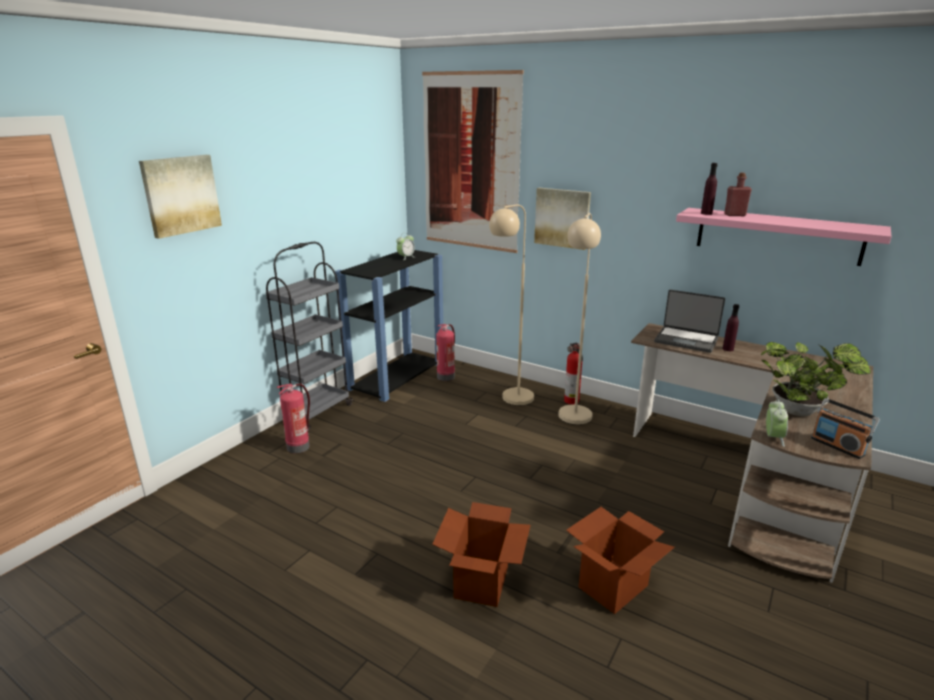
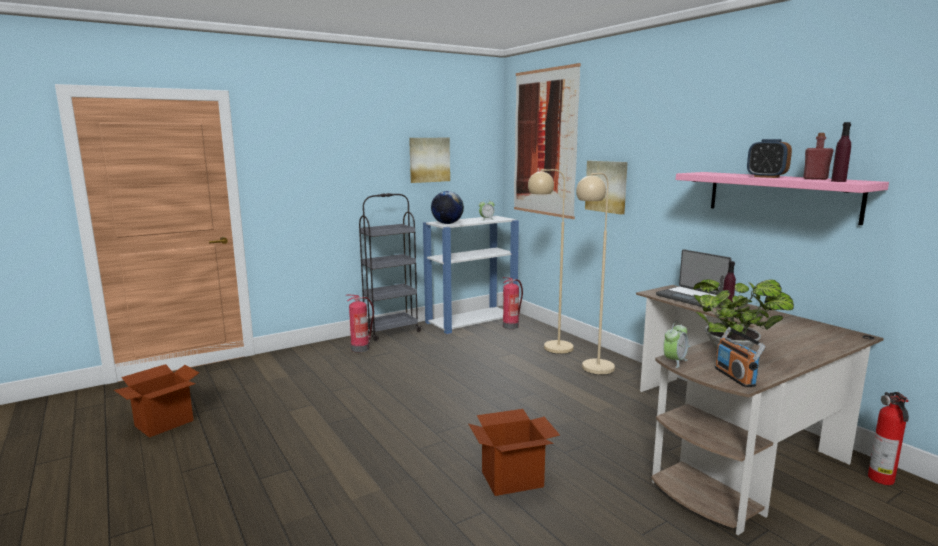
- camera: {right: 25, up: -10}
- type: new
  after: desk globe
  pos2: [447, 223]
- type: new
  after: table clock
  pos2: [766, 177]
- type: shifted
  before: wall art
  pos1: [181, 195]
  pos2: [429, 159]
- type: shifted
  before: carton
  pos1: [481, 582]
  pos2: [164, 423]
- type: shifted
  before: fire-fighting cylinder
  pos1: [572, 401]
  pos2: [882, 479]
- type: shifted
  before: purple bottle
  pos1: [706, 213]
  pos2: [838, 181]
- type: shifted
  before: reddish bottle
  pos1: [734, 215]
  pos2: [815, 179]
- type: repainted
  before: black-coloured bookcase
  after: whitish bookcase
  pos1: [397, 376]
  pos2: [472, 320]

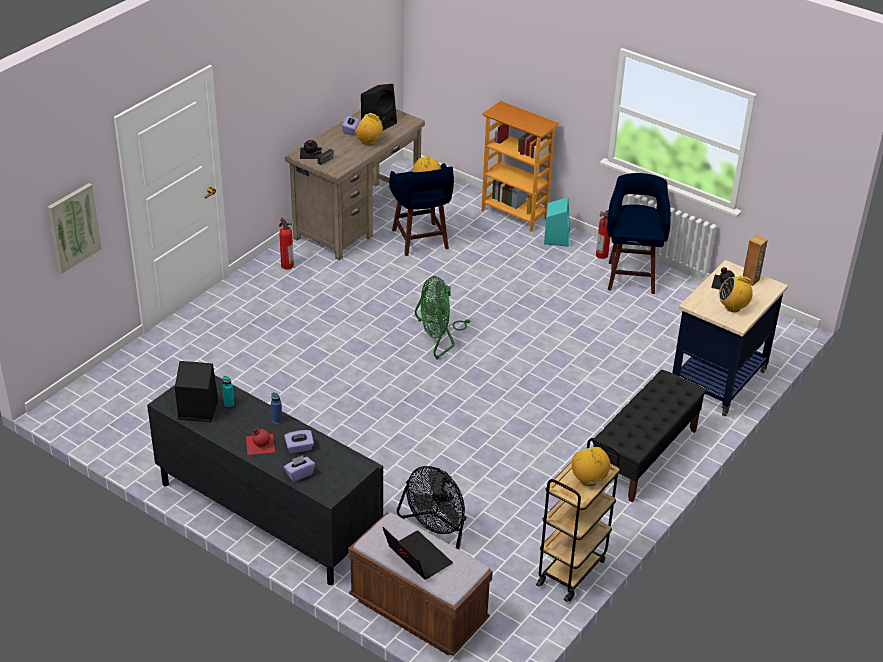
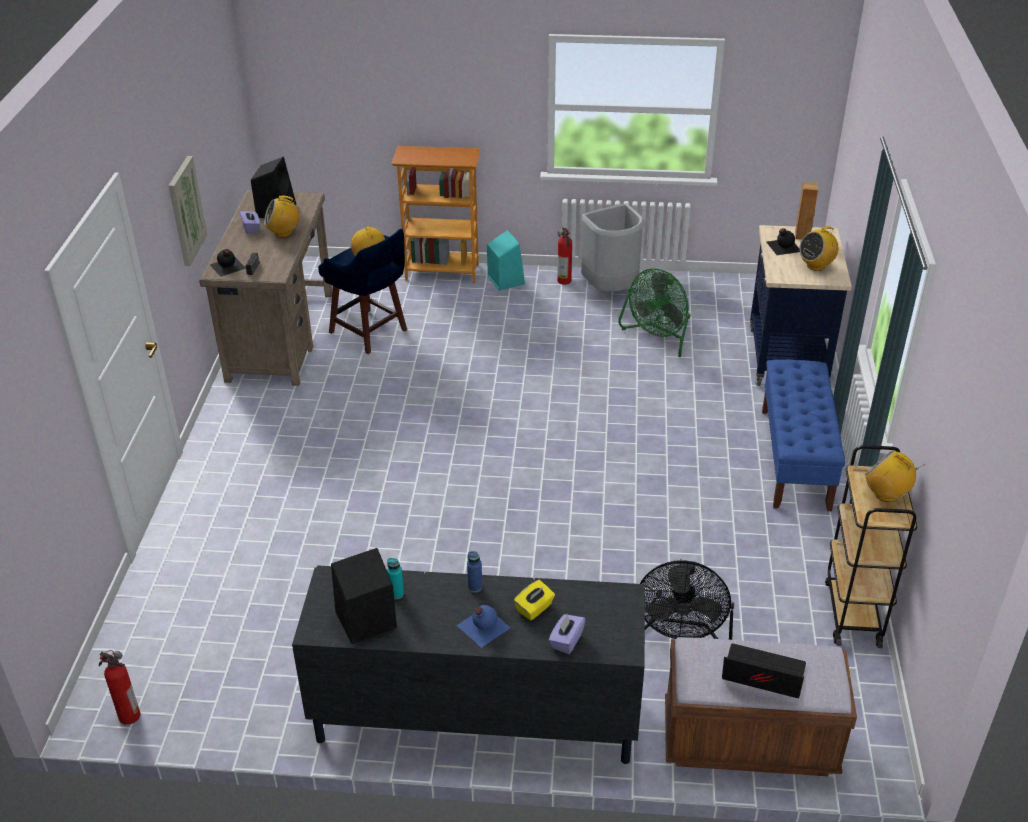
- camera: {right: -30, up: 0}
- type: shifted
  before: wall art
  pos1: [73, 227]
  pos2: [186, 211]
- type: shifted
  before: fire-fighting cylinder
  pos1: [287, 265]
  pos2: [128, 715]
- type: shifted
  before: green-coloured cooling fan
  pos1: [439, 335]
  pos2: [657, 335]
- type: swapped
  before: bluish stool seat
  after: grey waste bin
  pos1: [631, 276]
  pos2: [611, 290]
- type: repainted
  before: reddish bottle
  after: bluish bottle
  pos1: [259, 443]
  pos2: [482, 626]
- type: repainted
  before: purple tissue box
  after: yellow-coloured tissue box
  pos1: [299, 448]
  pos2: [534, 608]
- type: repainted
  before: black-coloured indoor bench
  after: bluish indoor bench
  pos1: [644, 456]
  pos2: [795, 459]

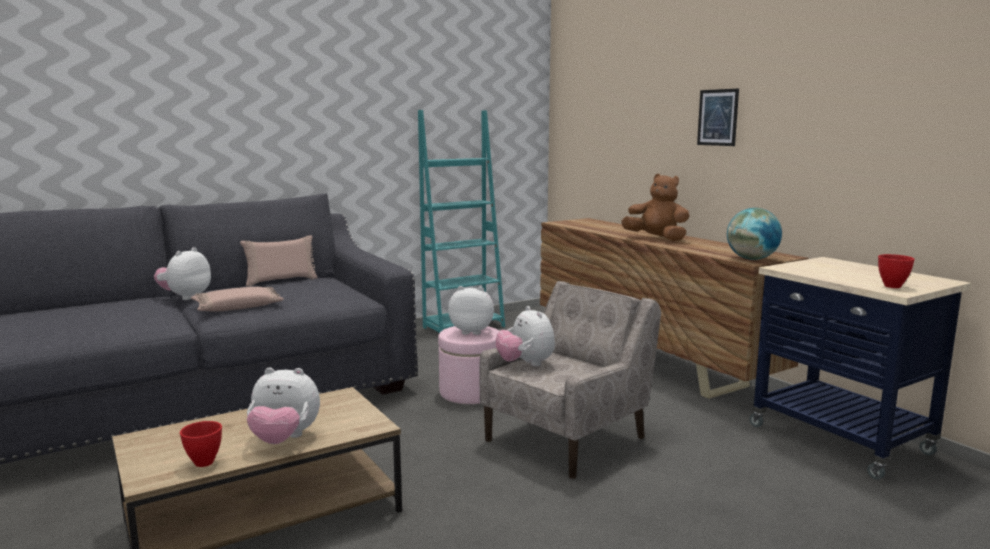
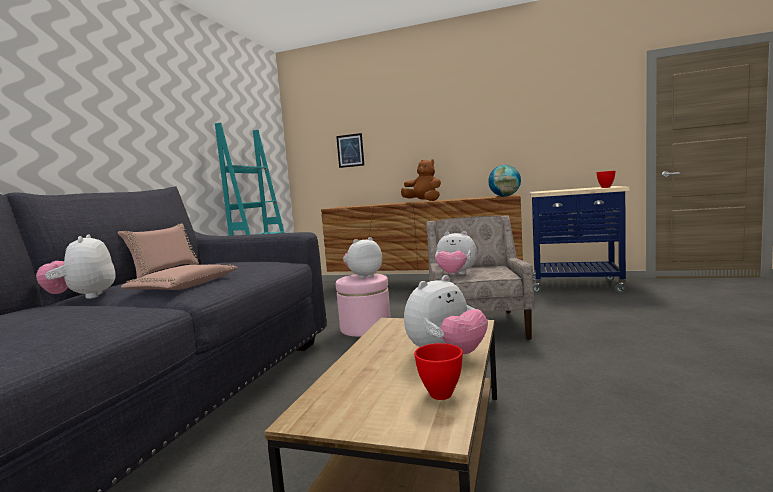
- camera: {right: -40, up: -5}
- type: shifted
  before: wall art
  pos1: [717, 117]
  pos2: [350, 150]
- type: rotated
  before: brownish cuddly toy
  pos1: [657, 239]
  pos2: [423, 201]
  turn: 45

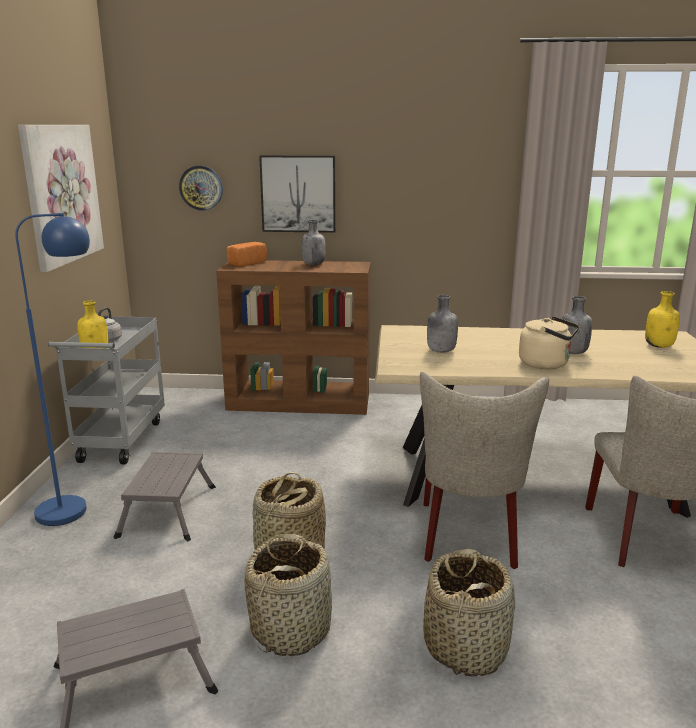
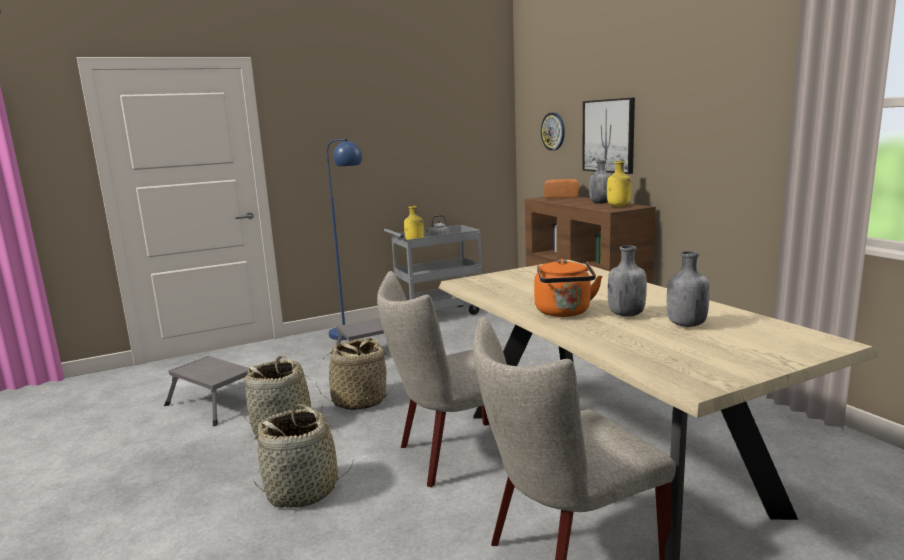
- camera: {right: 60, up: -5}
- type: gone
  before: wall art
  pos1: [62, 194]
- type: shifted
  before: grey bottle
  pos1: [440, 351]
  pos2: [685, 324]
- type: shifted
  before: yellow-coloured bottle
  pos1: [659, 346]
  pos2: [618, 206]
- type: repainted
  before: beige tea kettle
  after: orangey tea kettle
  pos1: [547, 364]
  pos2: [564, 313]

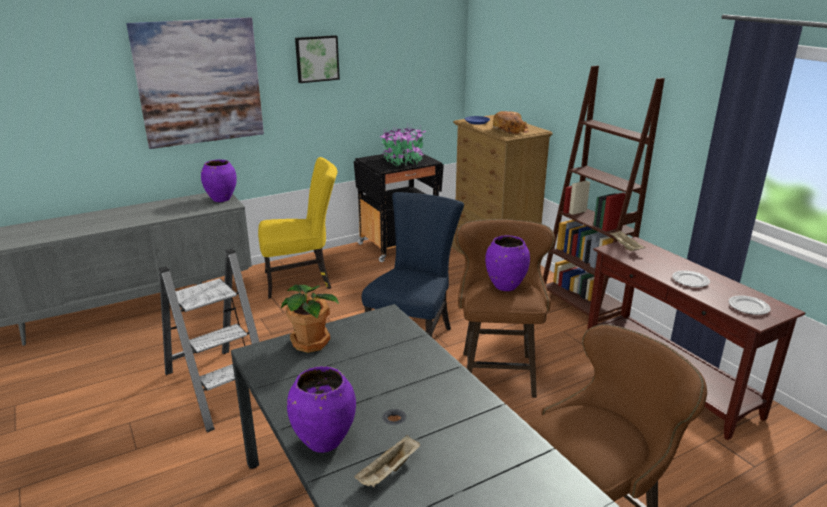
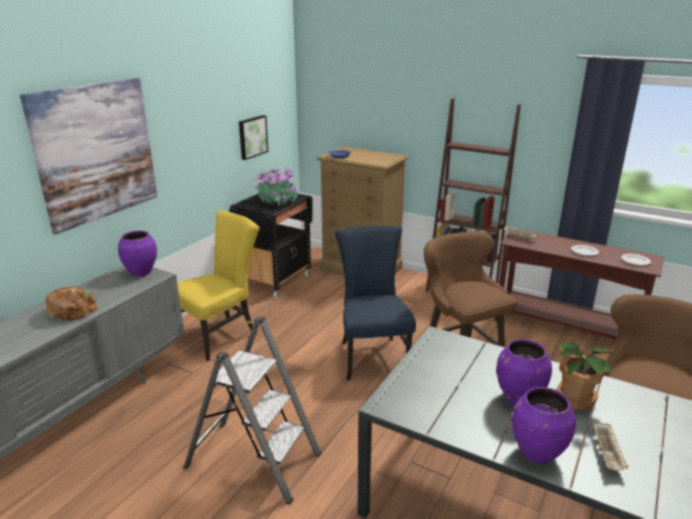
- camera: {right: -30, up: 0}
- type: shifted
  before: plant in a pot
  pos1: [311, 342]
  pos2: [575, 398]
- type: shifted
  before: wall art
  pos1: [316, 58]
  pos2: [252, 137]
- type: shifted
  before: purple decorative vase
  pos1: [505, 286]
  pos2: [518, 398]
- type: shifted
  before: bread
  pos1: [511, 130]
  pos2: [73, 310]

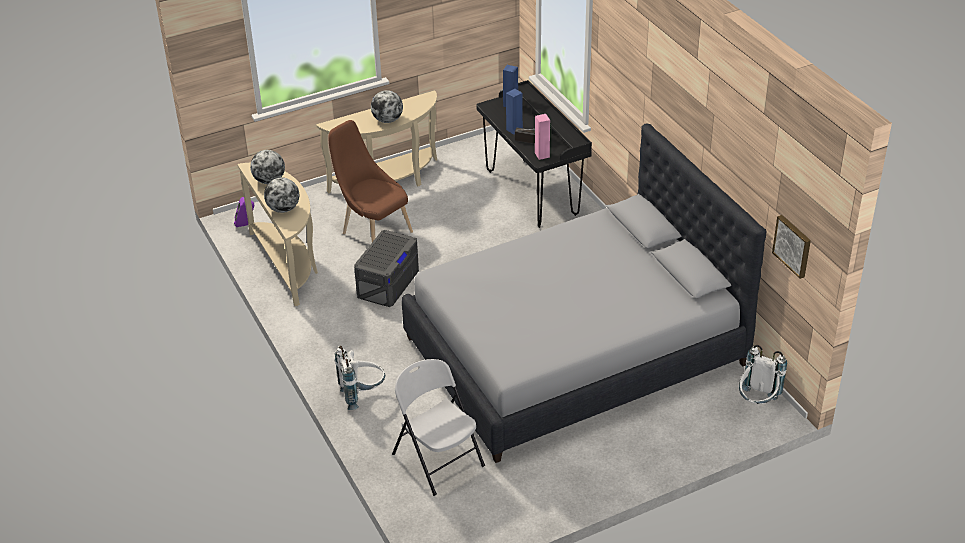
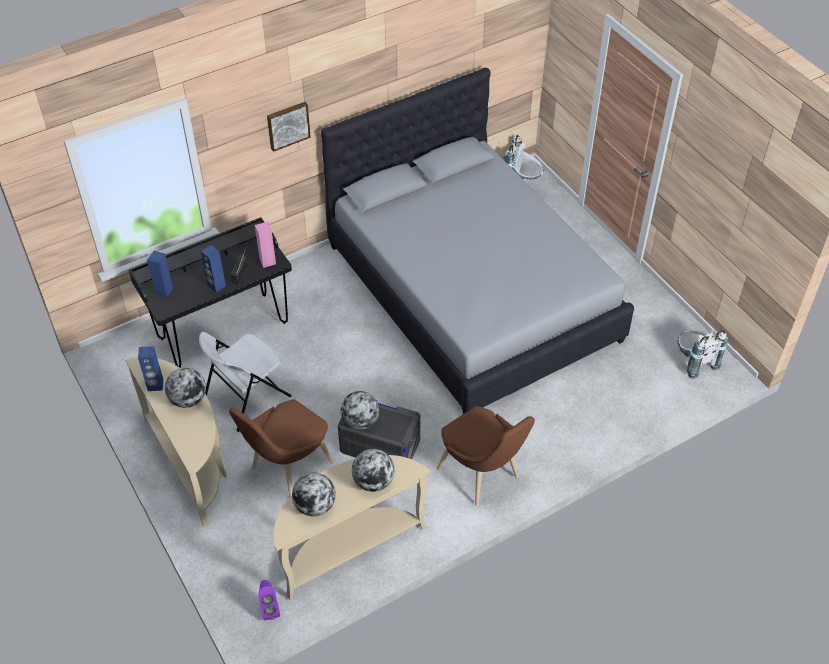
- camera: {right: -95, up: 10}
- type: new
  after: bluish speaker
  pos2: [155, 385]
- type: new
  after: desk globe
  pos2: [360, 421]
- type: new
  after: brownish chair
  pos2: [482, 476]
- type: shifted
  before: whitish knapsack
  pos1: [362, 394]
  pos2: [694, 362]
- type: shifted
  before: whitish chair
  pos1: [438, 459]
  pos2: [247, 396]
- type: shifted
  before: wall art
  pos1: [793, 245]
  pos2: [287, 125]

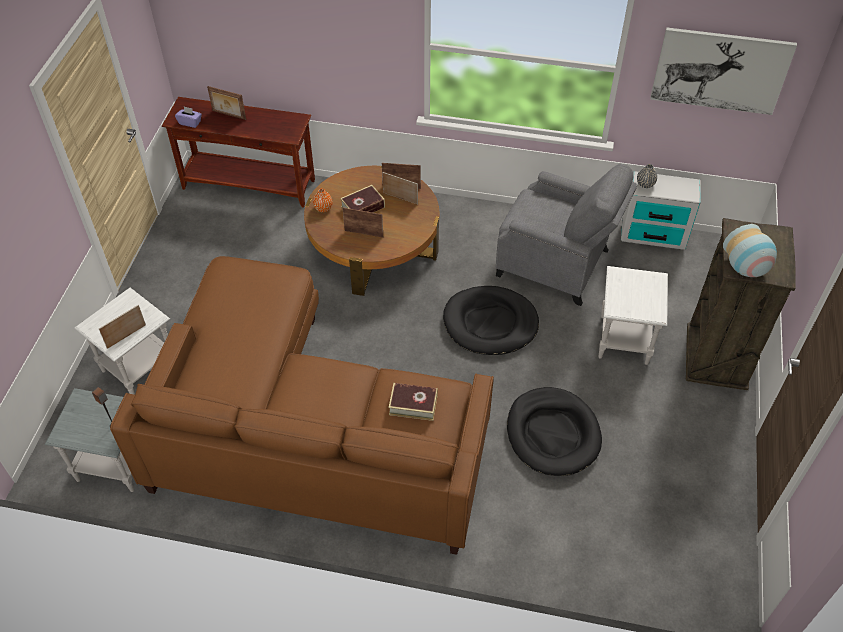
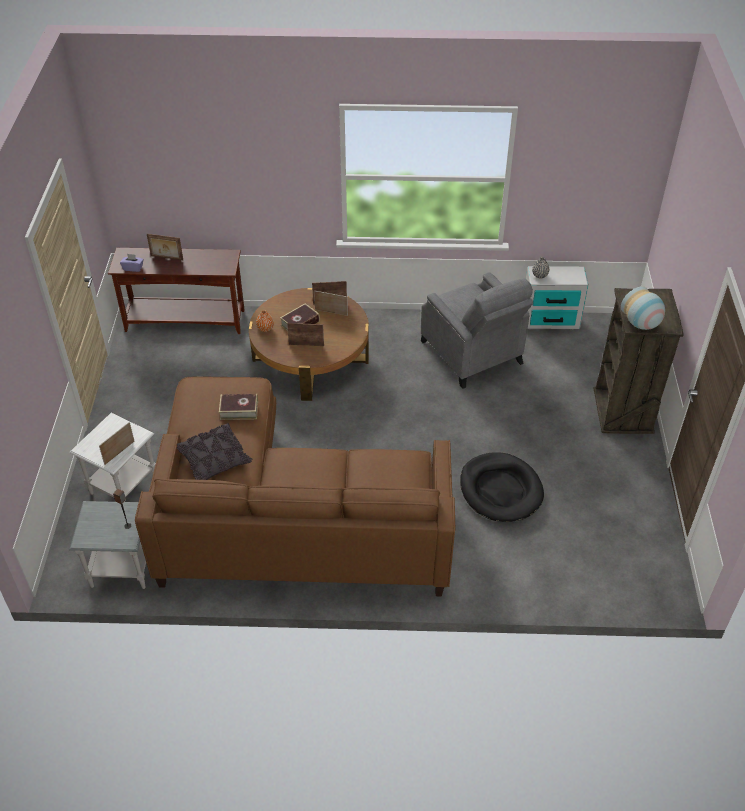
- camera: {right: -10, up: -5}
- type: gone
  before: black-coloured pet bed
  pos1: [490, 323]
- type: gone
  before: whitish end table
  pos1: [624, 340]
- type: gone
  before: wall art
  pos1: [720, 70]
- type: new
  after: black-coloured pillow
  pos2: [214, 459]
- type: shifted
  before: bound book
  pos1: [413, 405]
  pos2: [239, 410]
- type: rotated
  before: grey easy chair
  pos1: [556, 264]
  pos2: [473, 354]
  turn: 45

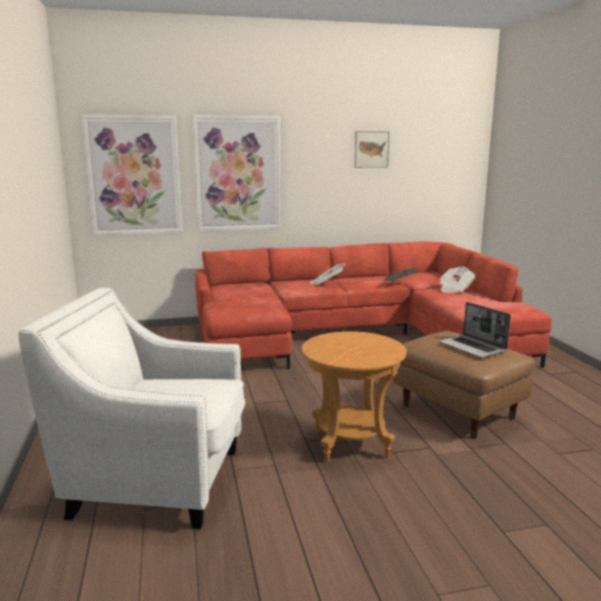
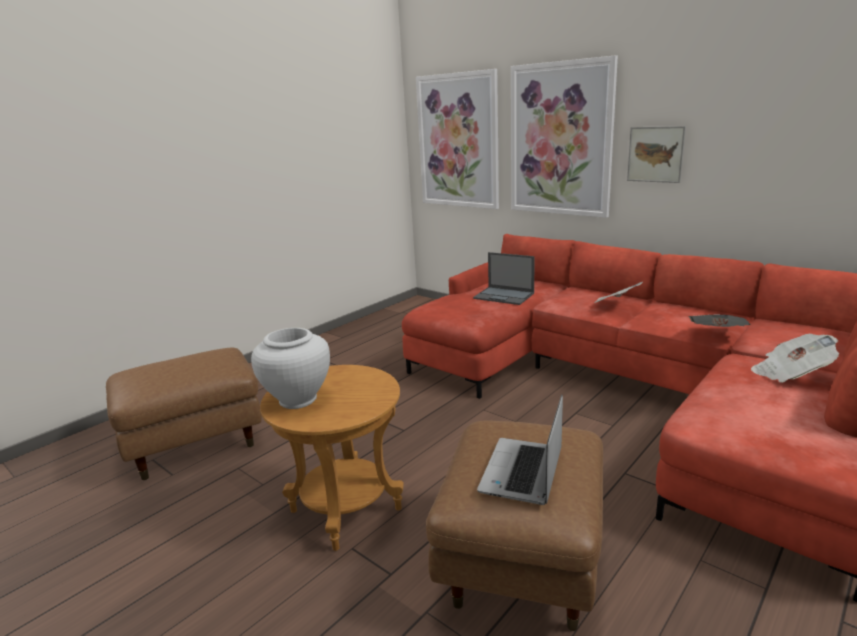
- camera: {right: 55, up: 5}
- type: new
  after: whitish decorative vase
  pos2: [298, 399]
- type: new
  after: laptop
  pos2: [504, 296]
- type: shifted
  before: wall art
  pos1: [371, 149]
  pos2: [655, 154]
- type: swapped
  before: whitish easy chair
  after: brownish pouffe
  pos1: [156, 481]
  pos2: [196, 443]

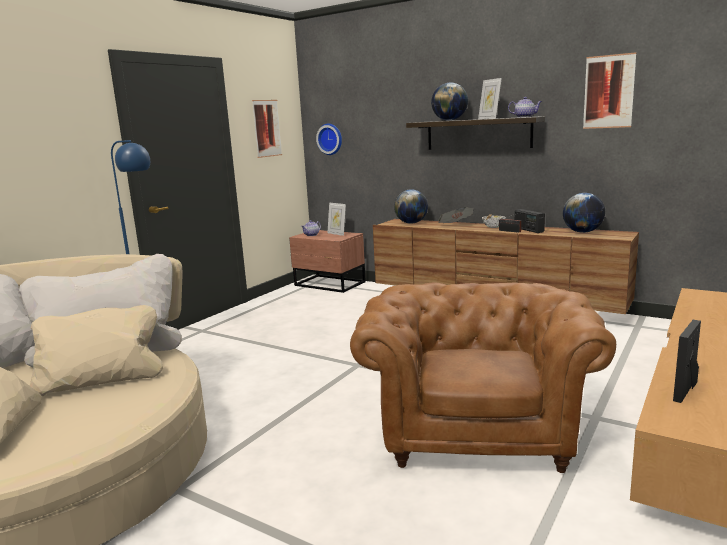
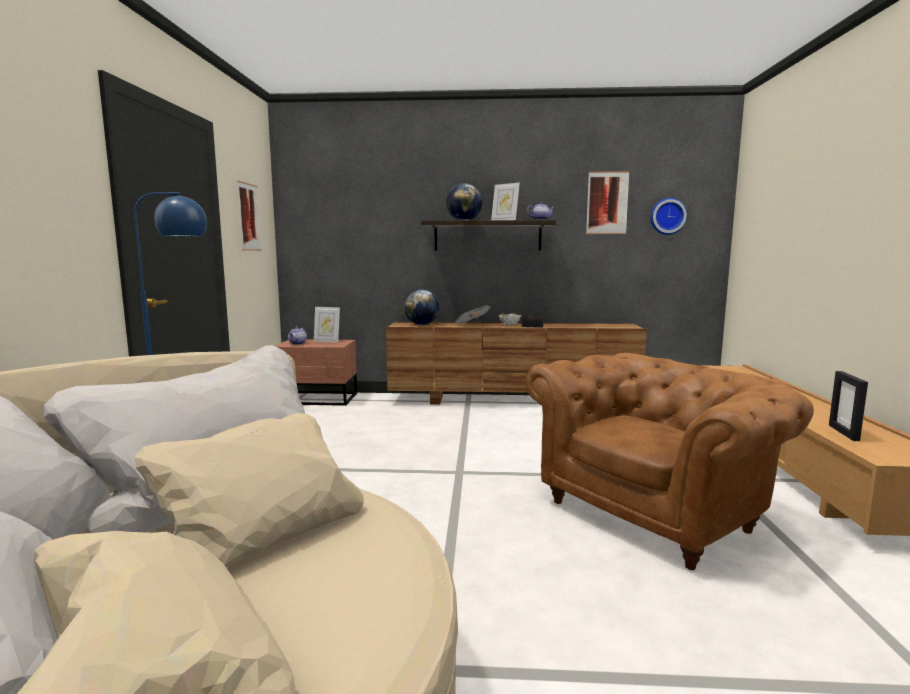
- camera: {right: -30, up: -5}
- type: gone
  before: radio
  pos1: [528, 230]
- type: gone
  before: desk globe
  pos1: [582, 232]
- type: shifted
  before: wall clock
  pos1: [330, 139]
  pos2: [667, 216]
- type: rotated
  before: brownish easy chair
  pos1: [475, 432]
  pos2: [655, 511]
  turn: 75

